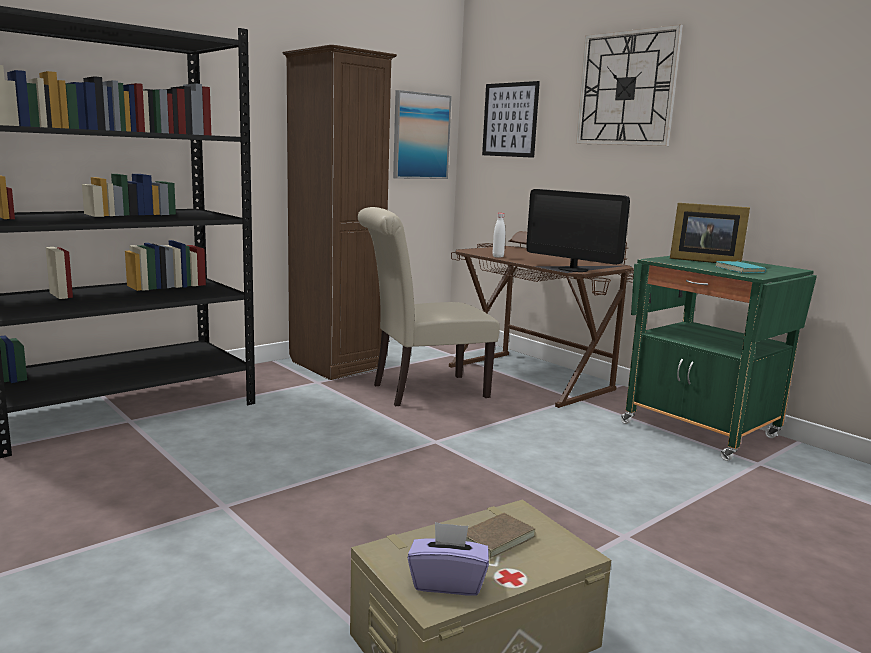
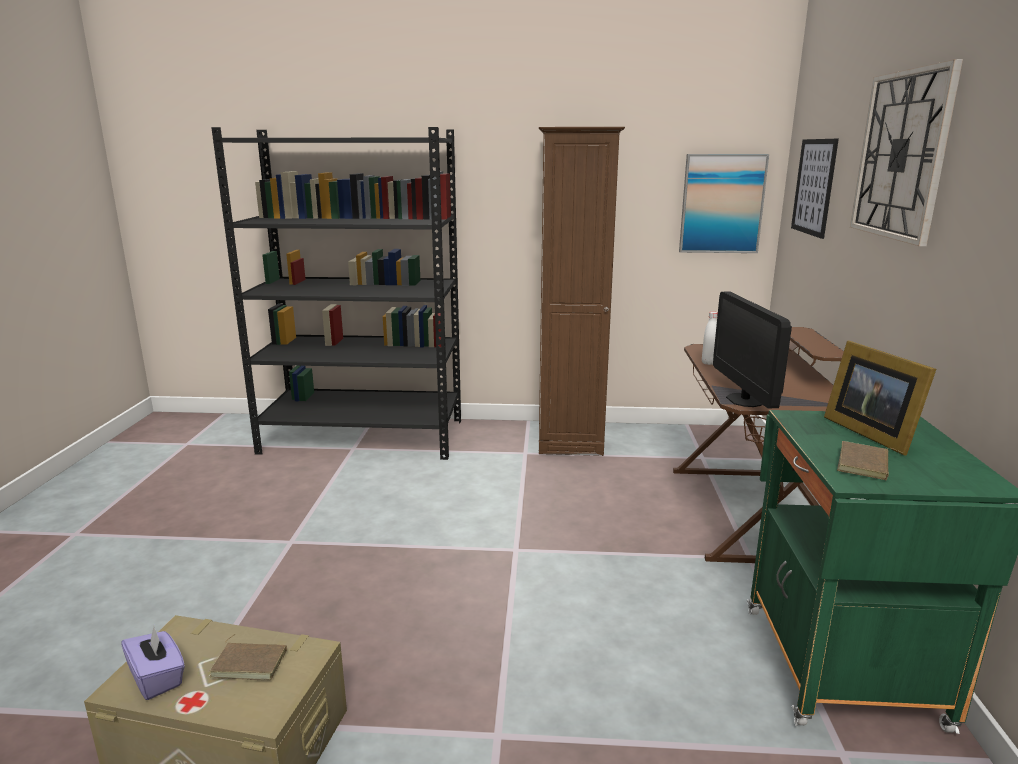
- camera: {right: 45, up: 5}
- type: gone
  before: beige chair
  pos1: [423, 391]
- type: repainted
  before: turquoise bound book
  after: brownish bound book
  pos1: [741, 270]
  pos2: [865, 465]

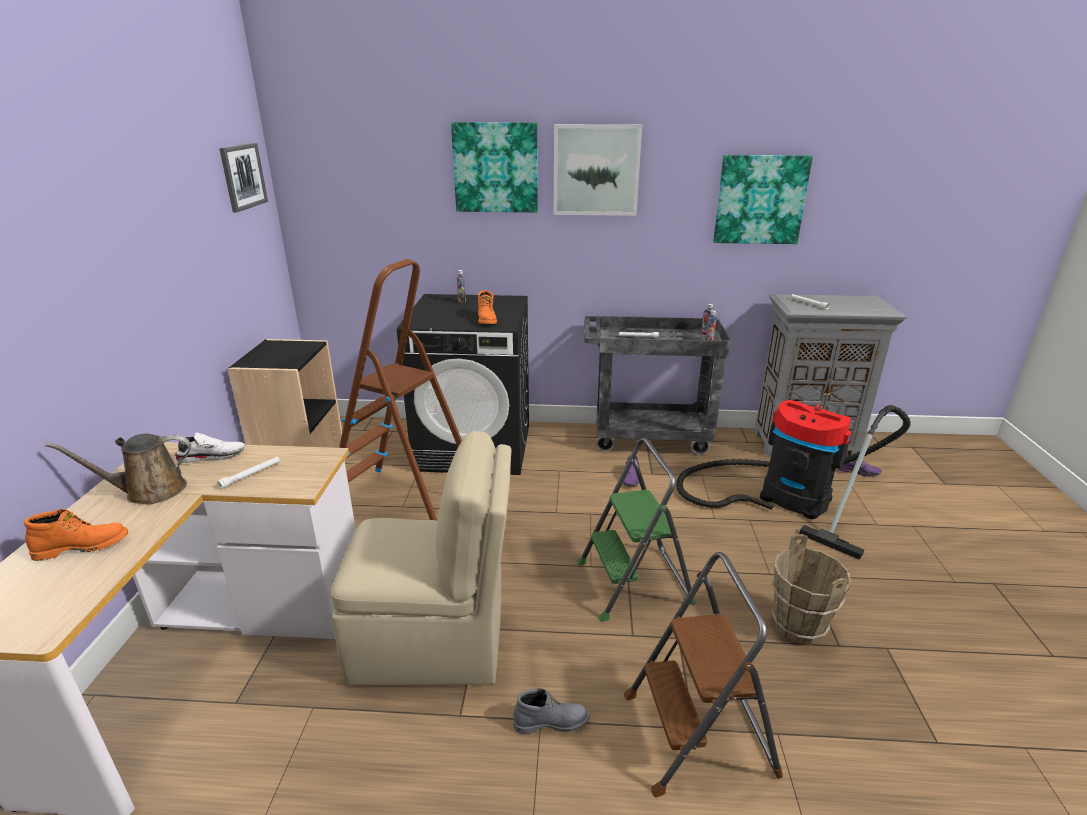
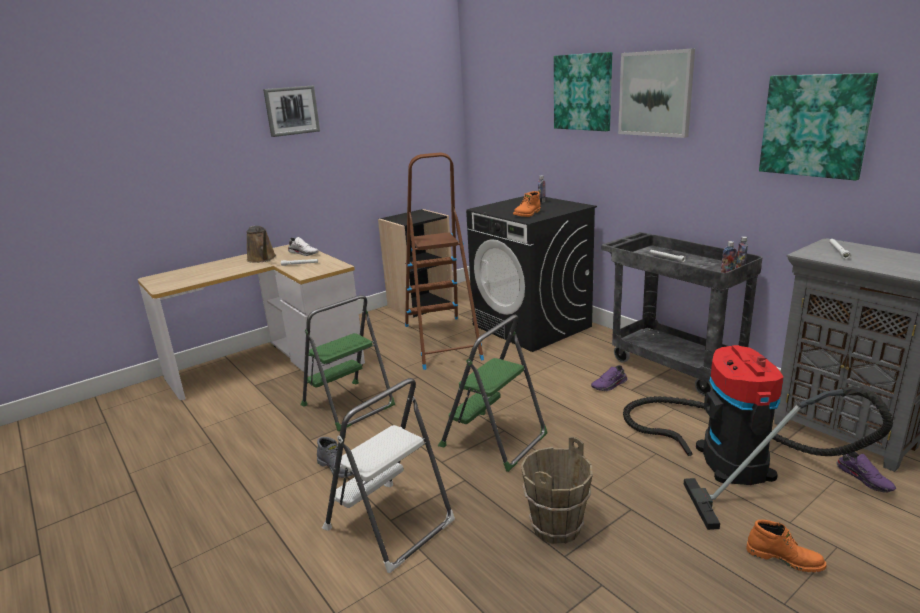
- camera: {right: 50, up: -5}
- type: shifted
  before: orangey boot
  pos1: [83, 546]
  pos2: [784, 558]
- type: shifted
  before: wall art
  pos1: [243, 176]
  pos2: [291, 110]
- type: swapped
  before: beige chair
  after: green-coloured stepladder
  pos1: [434, 642]
  pos2: [349, 406]
- type: repainted
  before: brownish stepladder
  after: whitish stepladder
  pos1: [705, 733]
  pos2: [391, 526]
- type: rotated
  before: brownish watering pot
  pos1: [149, 491]
  pos2: [262, 259]
  turn: -150

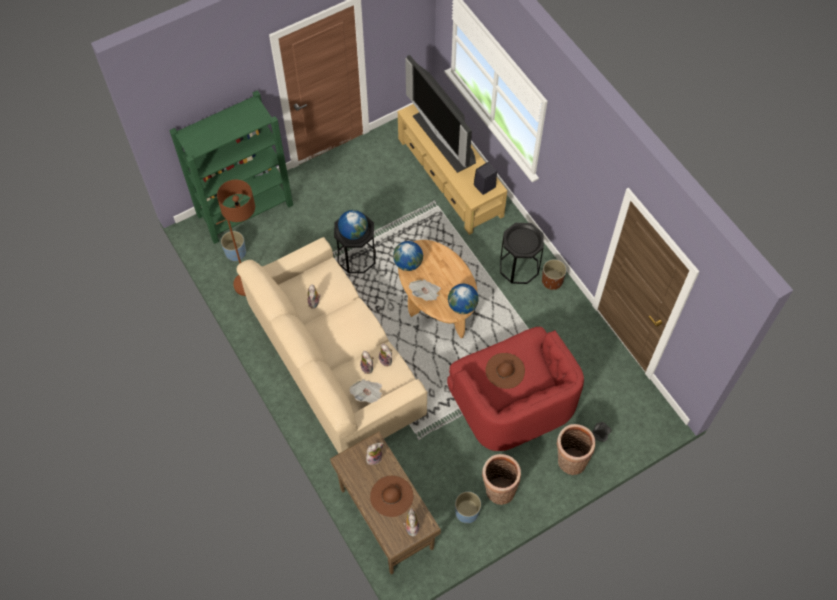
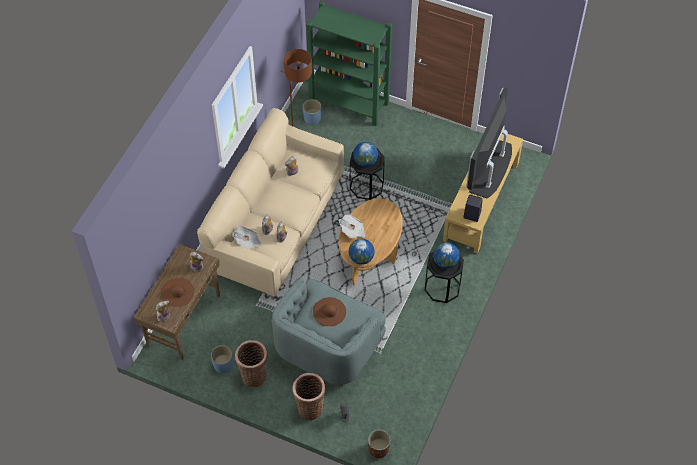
- camera: {right: 55, up: -5}
- type: shifted
  before: desk globe
  pos1: [408, 263]
  pos2: [445, 262]
- type: shifted
  before: brownish planter
  pos1: [552, 281]
  pos2: [378, 449]
- type: repainted
  before: reddish easy chair
  after: grey easy chair
  pos1: [512, 402]
  pos2: [327, 345]

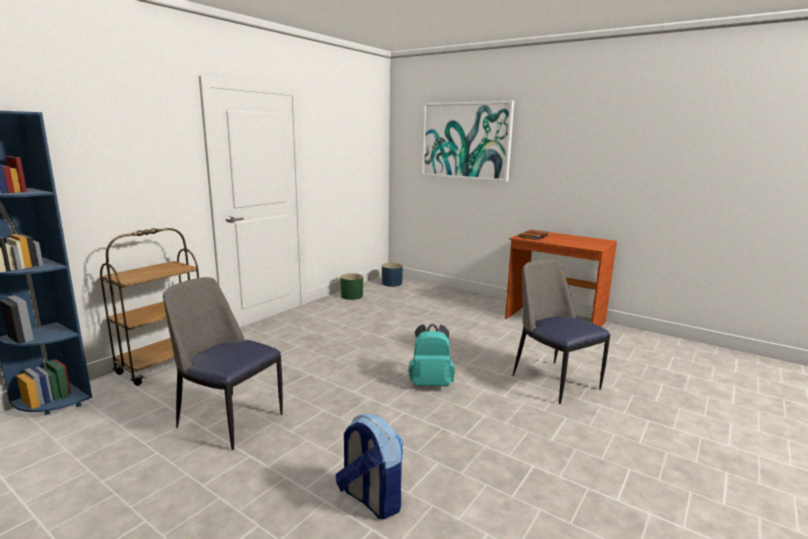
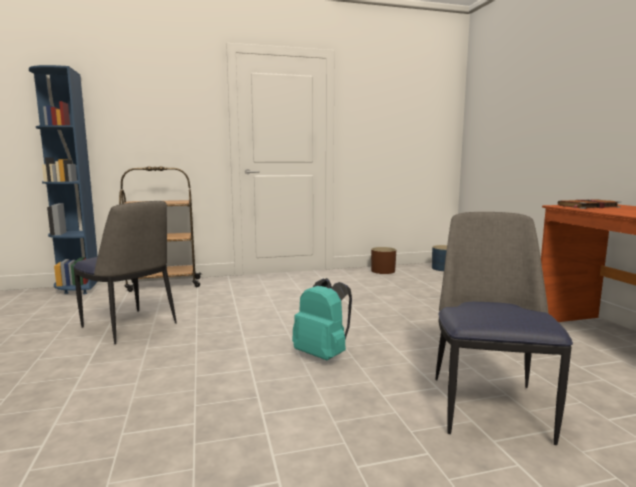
- camera: {right: 40, up: -5}
- type: gone
  before: knapsack
  pos1: [370, 499]
- type: gone
  before: wall art
  pos1: [465, 140]
- type: repainted
  before: green-coloured planter
  after: brownish planter
  pos1: [351, 296]
  pos2: [382, 271]
- type: rotated
  before: chair
  pos1: [229, 419]
  pos2: [130, 326]
  turn: 150

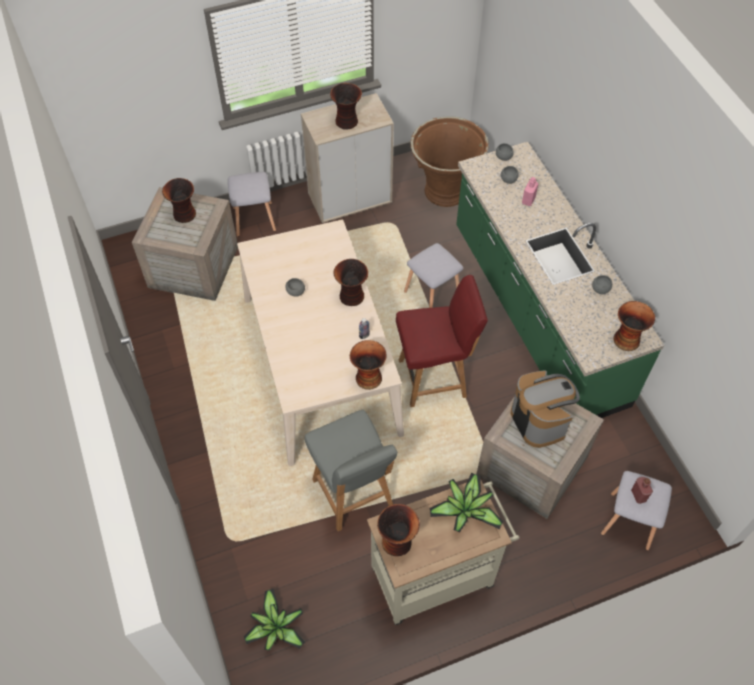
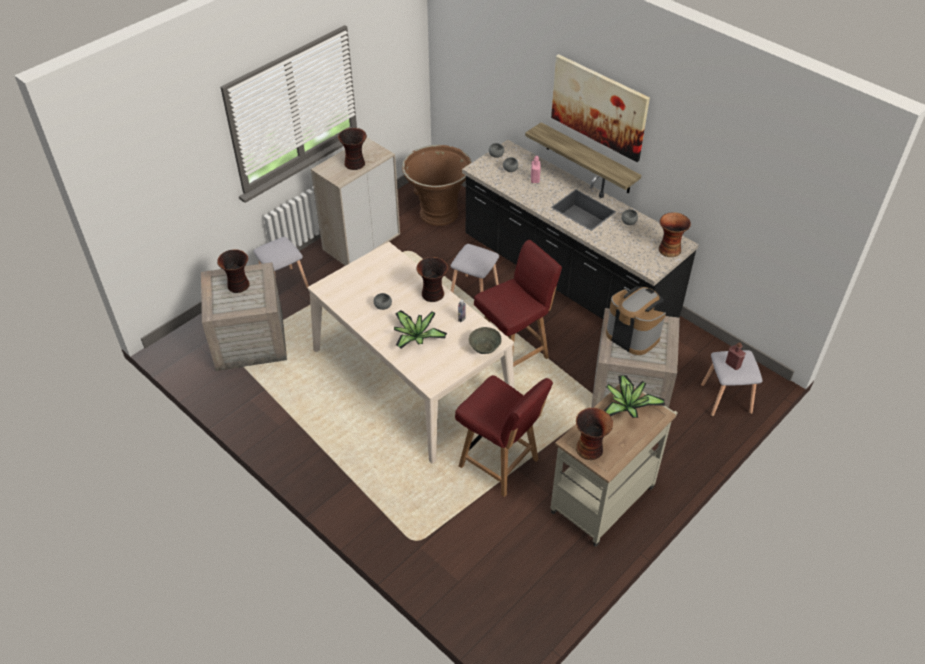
- camera: {right: -25, up: -10}
- type: new
  after: wall shelf
  pos2: [588, 159]
- type: new
  after: wall art
  pos2: [599, 107]
- type: shifted
  before: plant in a pot
  pos1: [275, 628]
  pos2: [416, 338]
- type: swapped
  before: decorative vase
  after: grey bowl
  pos1: [368, 377]
  pos2: [484, 347]
- type: repainted
  before: grey chair
  after: reddish chair
  pos1: [353, 494]
  pos2: [500, 464]
- type: repainted
  before: green-coloured kitchen counter
  after: black-coloured kitchen counter
  pos1: [536, 315]
  pos2: [567, 279]

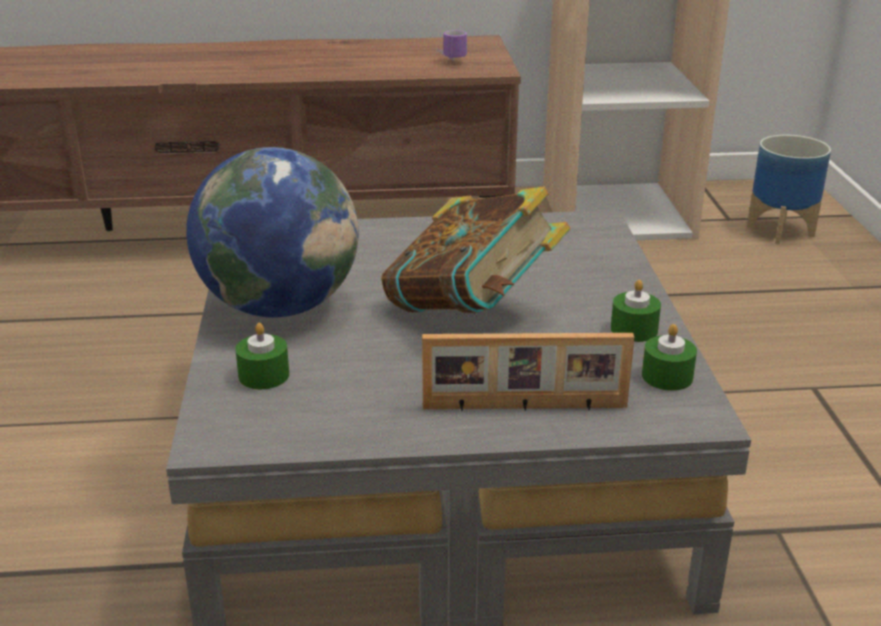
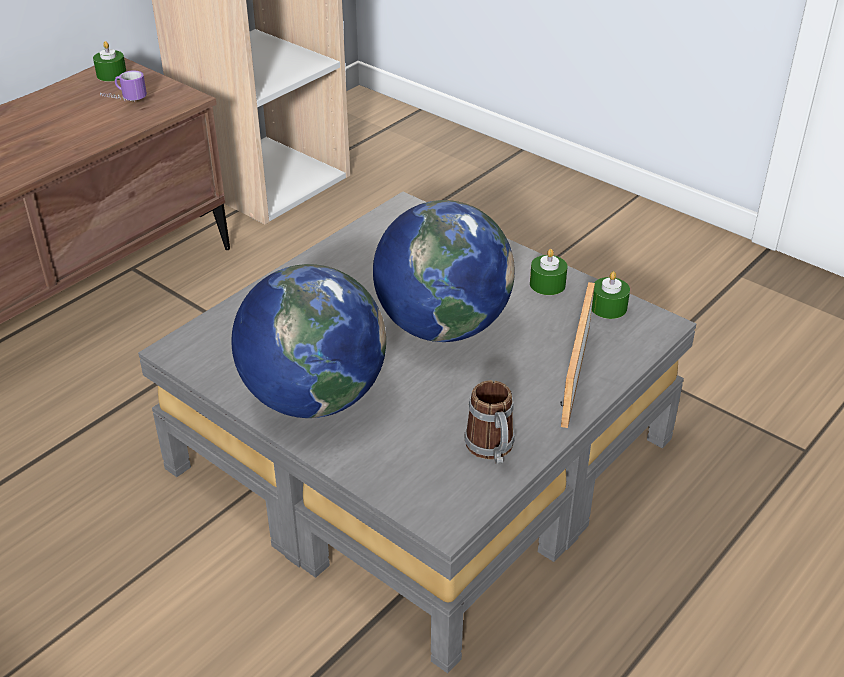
- camera: {right: -45, up: 10}
- type: gone
  before: planter
  pos1: [781, 231]
- type: new
  after: coffee mug
  pos2: [492, 450]
- type: shifted
  before: green-coloured wax candle
  pos1: [264, 375]
  pos2: [111, 74]
- type: swapped
  before: bound book
  after: desk globe
  pos1: [472, 312]
  pos2: [442, 326]
- type: rotated
  before: picture frame
  pos1: [525, 408]
  pos2: [573, 375]
  turn: 150

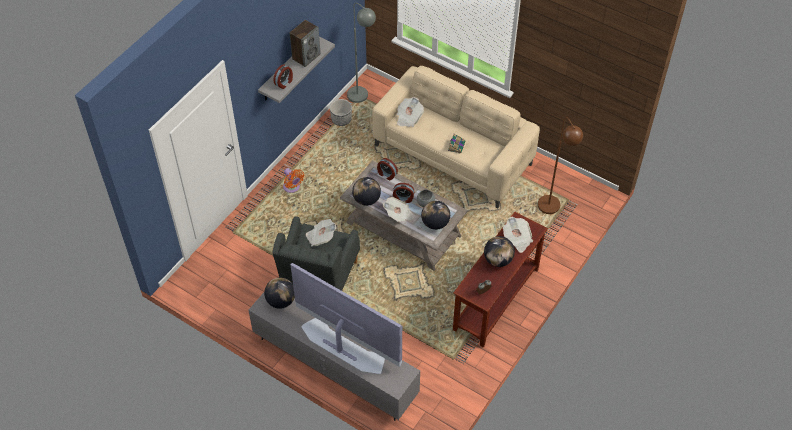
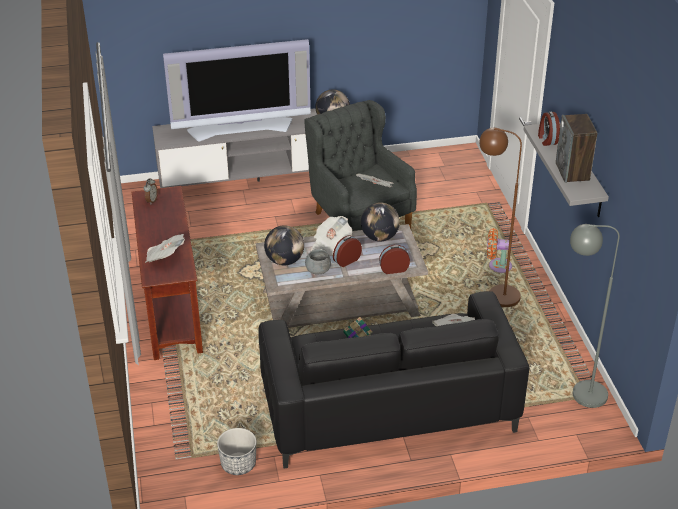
- camera: {right: 135, up: -15}
- type: gone
  before: desk globe
  pos1: [498, 260]
- type: shifted
  before: planter
  pos1: [341, 119]
  pos2: [238, 464]
- type: shifted
  before: brownish standing lamp
  pos1: [551, 211]
  pos2: [494, 295]
- type: repainted
  before: beige couch
  after: black-coloured couch
  pos1: [453, 155]
  pos2: [388, 410]

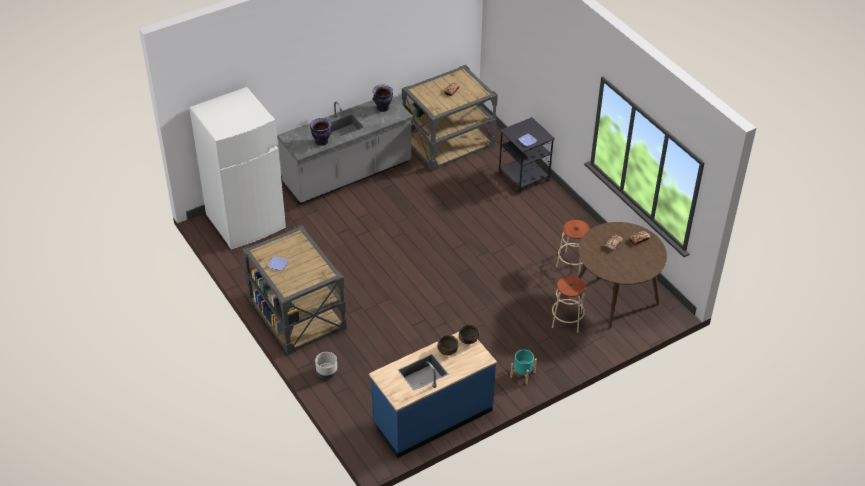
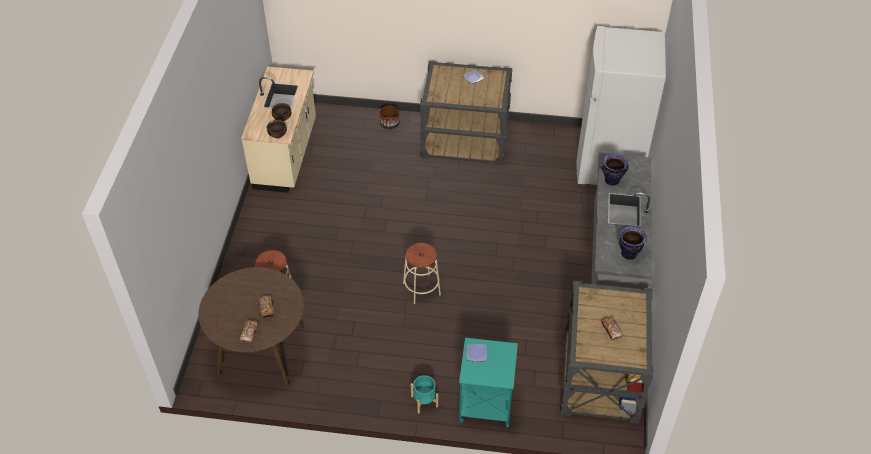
- camera: {right: 130, up: 5}
- type: shifted
  before: turquoise planter
  pos1: [523, 374]
  pos2: [424, 401]
- type: shifted
  before: beige stool seat
  pos1: [572, 263]
  pos2: [421, 289]
- type: repainted
  before: grey planter
  after: brownish planter
  pos1: [327, 372]
  pos2: [390, 125]
- type: repainted
  before: bluish kitchen counter
  after: beige kitchen counter
  pos1: [432, 417]
  pos2: [286, 154]
- type: repainted
  before: black-coloured wheeled cart
  after: turquoise wheeled cart
  pos1: [524, 177]
  pos2: [485, 403]

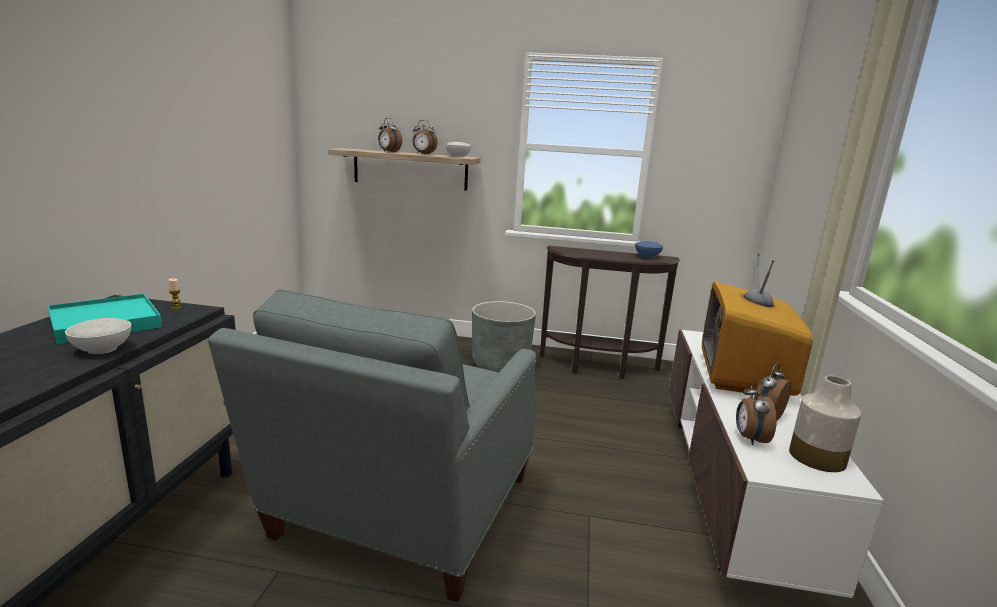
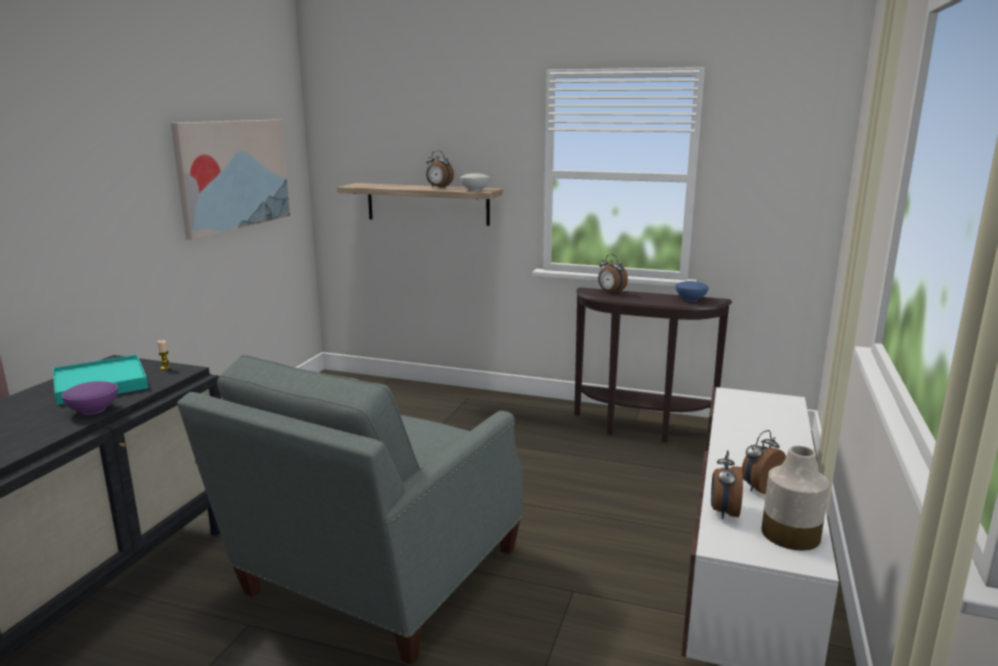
- camera: {right: 10, up: 0}
- type: gone
  before: grey planter
  pos1: [500, 363]
- type: gone
  before: television
  pos1: [743, 376]
- type: new
  after: wall art
  pos2: [233, 174]
- type: shifted
  before: table clock
  pos1: [389, 152]
  pos2: [610, 292]
- type: repainted
  before: whitish bowl
  after: purple bowl
  pos1: [103, 349]
  pos2: [94, 410]

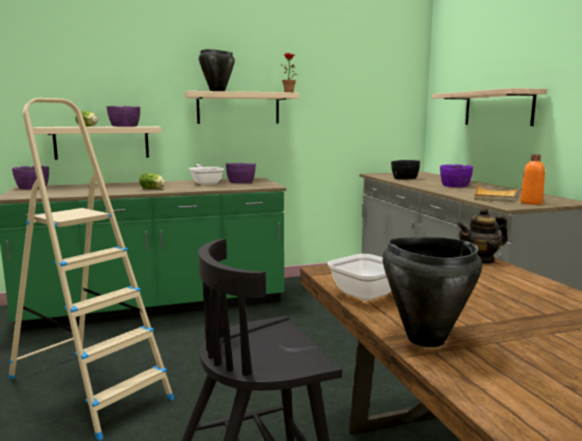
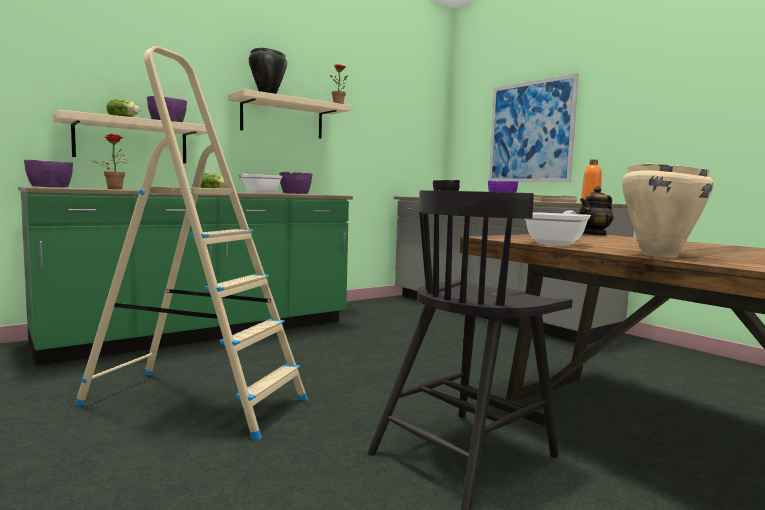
- camera: {right: -20, up: -5}
- type: new
  after: plant in a pot
  pos2: [115, 189]
- type: swapped
  before: wall shelf
  after: wall art
  pos1: [498, 108]
  pos2: [530, 132]
- type: repainted
  before: black-coloured cooking pot
  after: beige cooking pot
  pos1: [425, 339]
  pos2: [658, 255]

